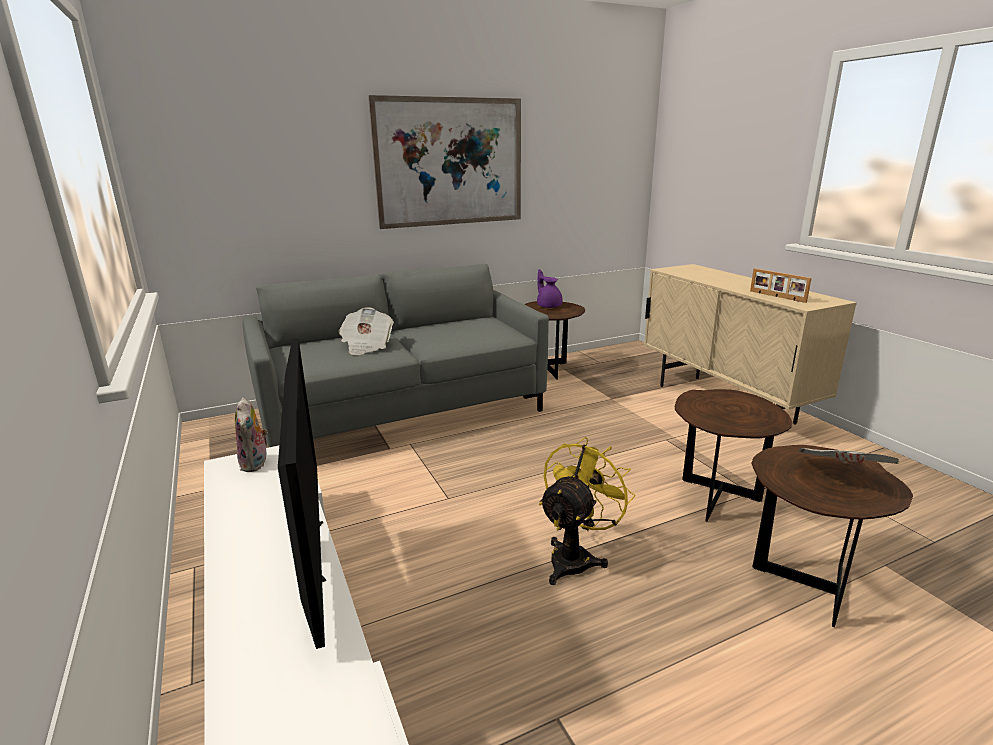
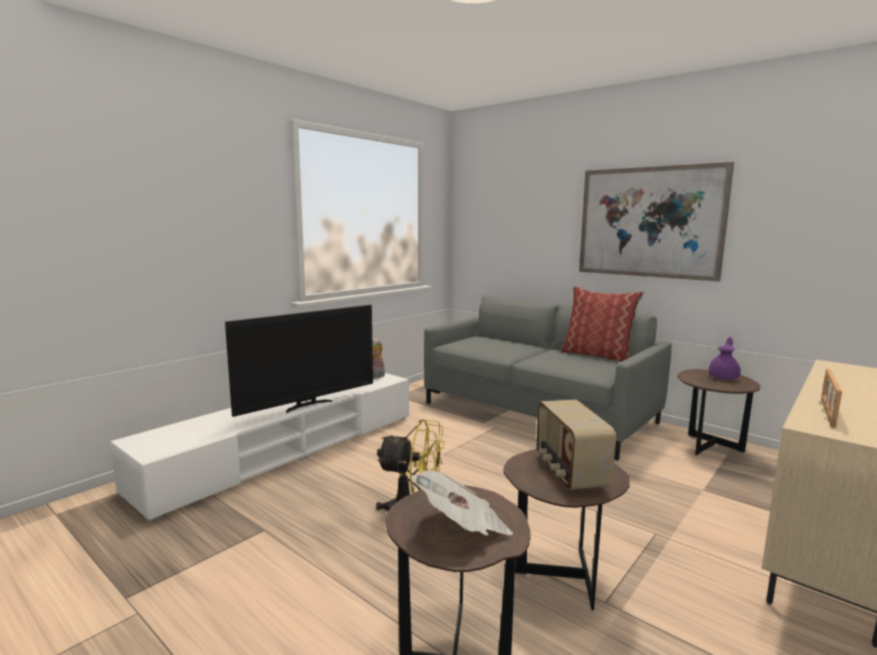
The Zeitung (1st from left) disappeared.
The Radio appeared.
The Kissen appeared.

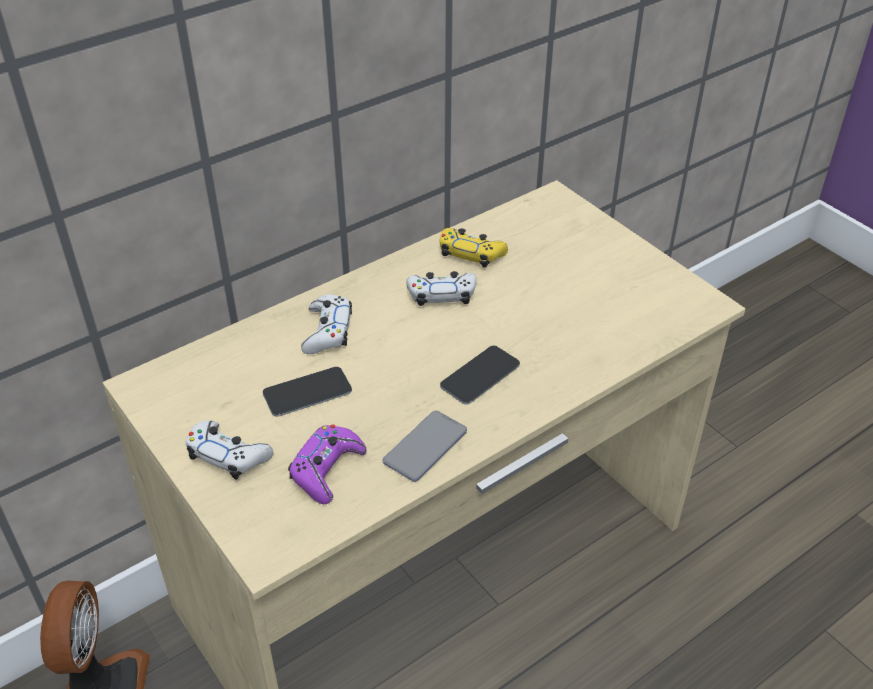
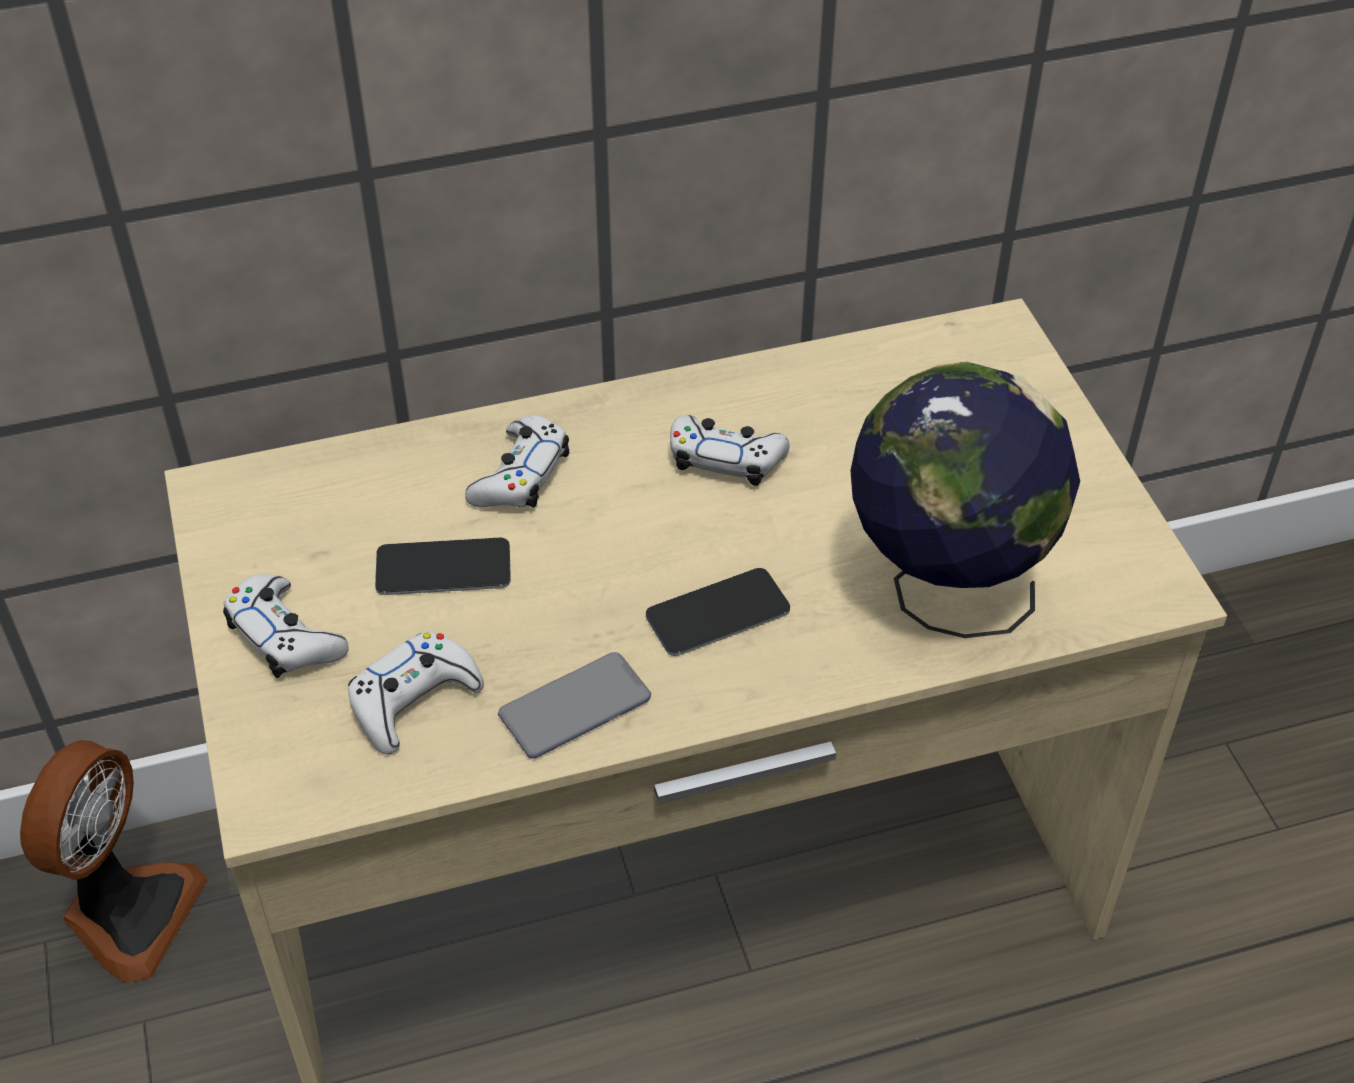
The Gamepad [lila] became the Gamepad [weiß] (2nd from left).
The Gamepad [gelb] disappeared.
The Globus appeared.

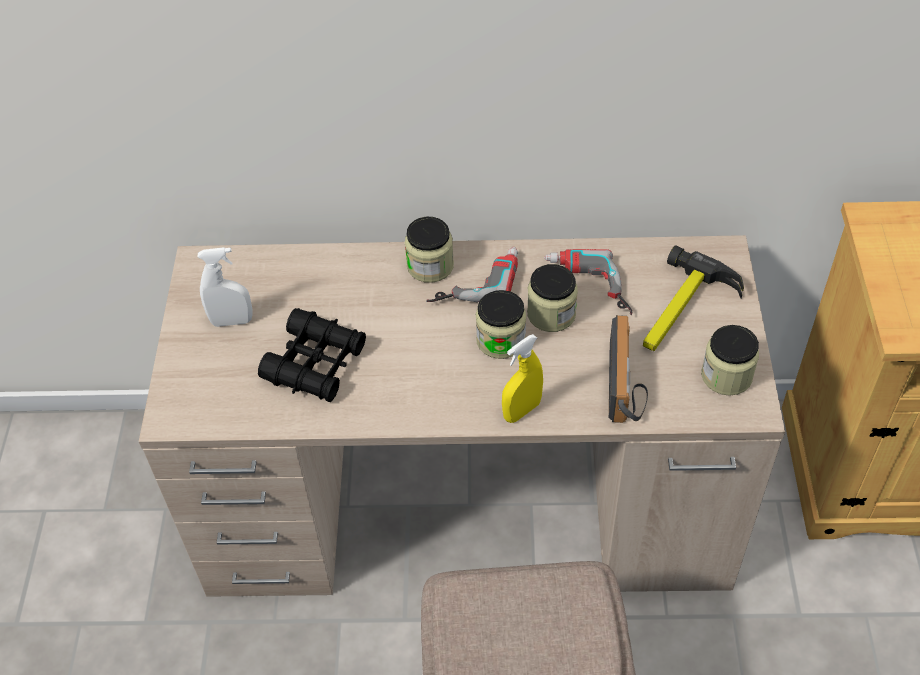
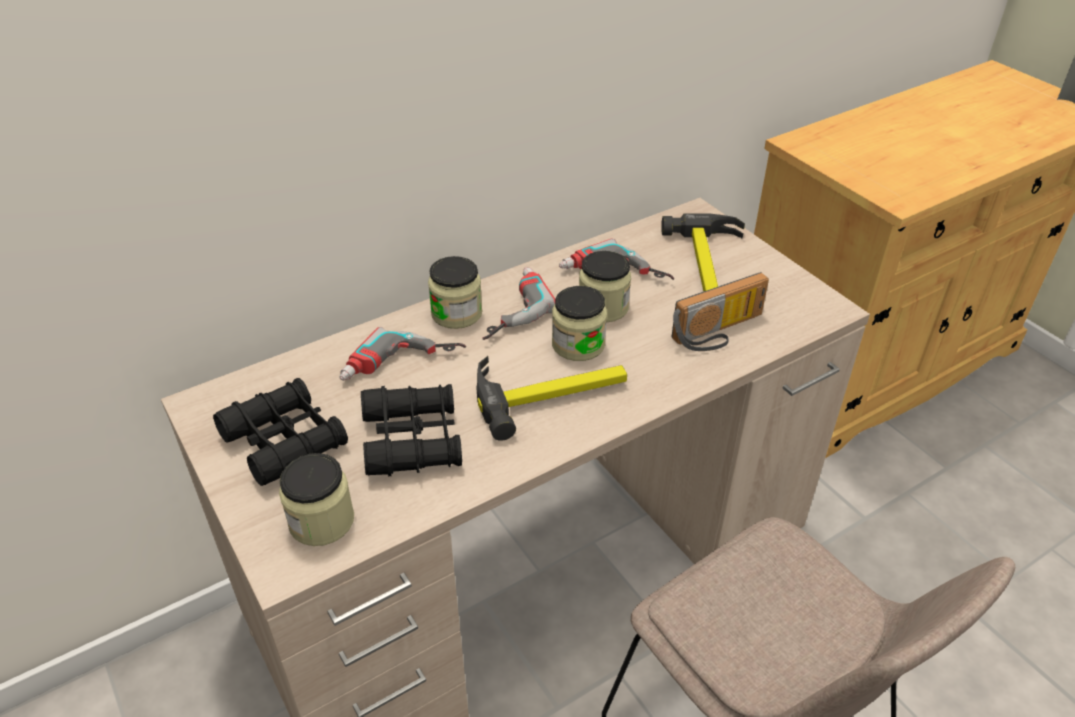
The Sprühflasche [weiß] was replaced by the Fernglas [schwarz] (1st from left).
The Sprühflasche [gelb] disappeared.
The Radio turned 90 degrees clockwise.
The Vorratsglas (4th from left in the first image) moved.
The Bohrmaschine (1st from left) appeared.
The Hammer (1st from left) appeared.

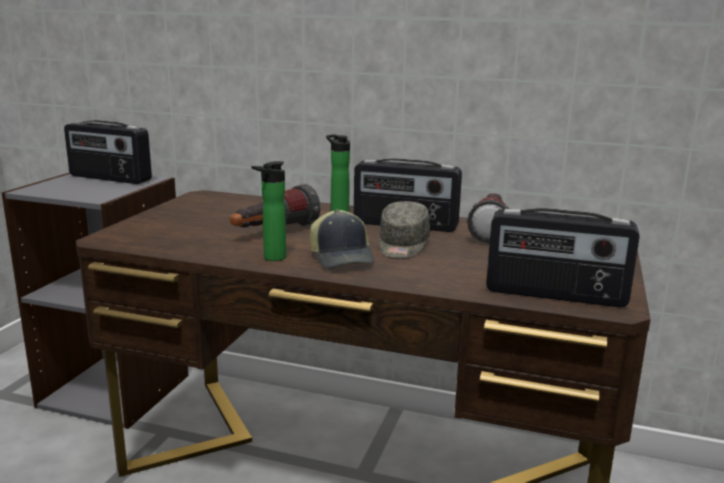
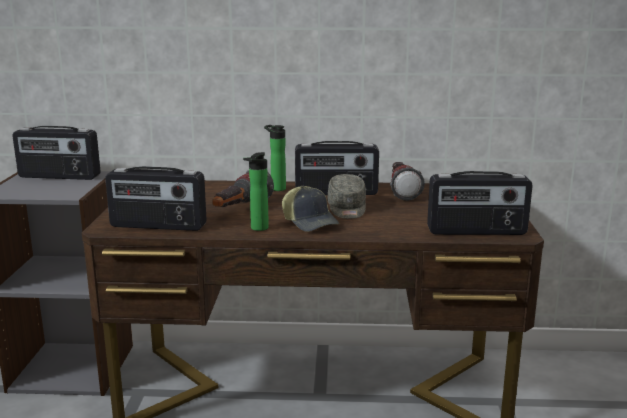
The Radio (2nd from left) appeared.

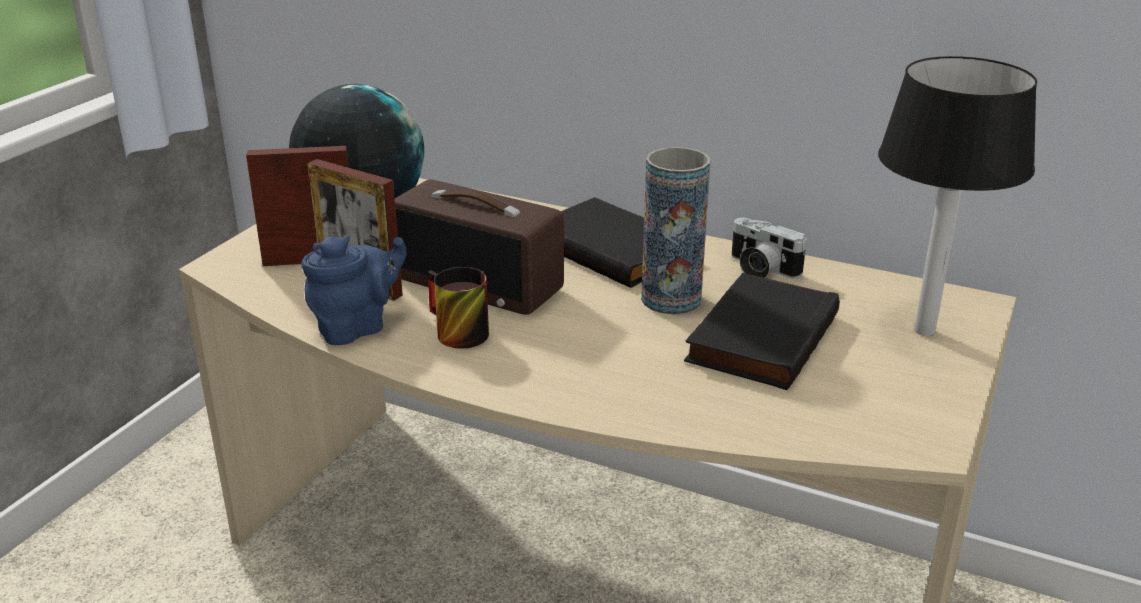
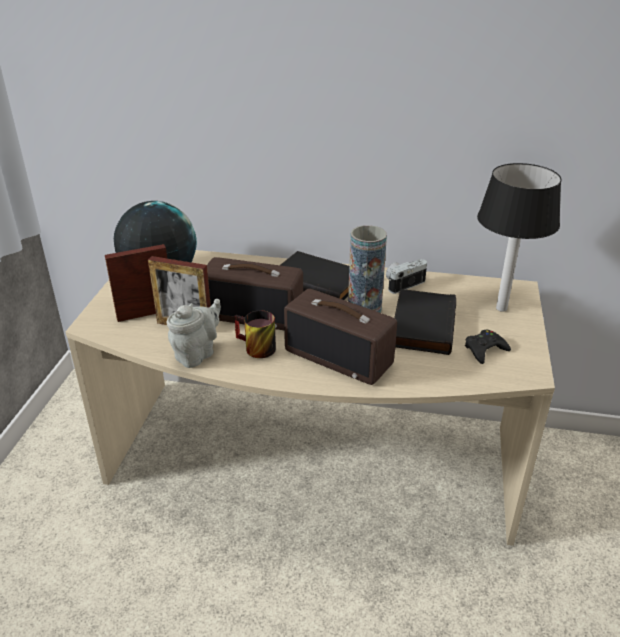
The Teekanne [blau] became the Teekanne [grau].
The Kamera turned 120 degrees clockwise.
The Radio (2nd from left) appeared.
The Gamepad [schwarz] appeared.

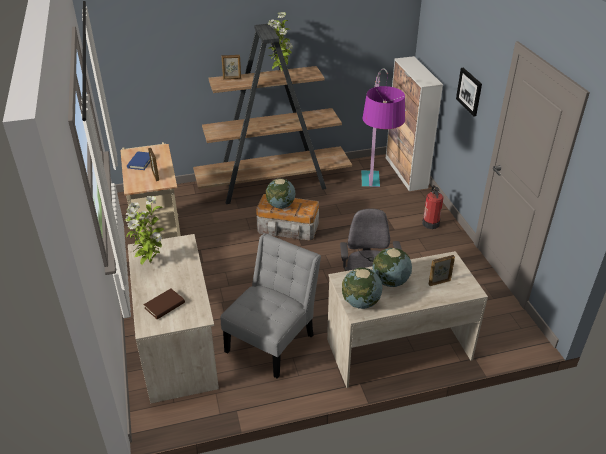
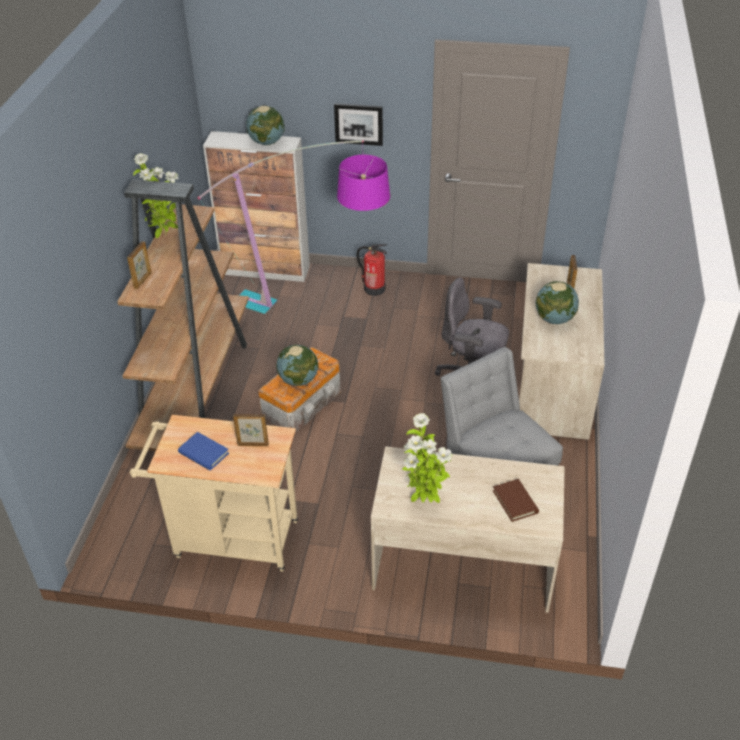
The Globus (2nd from left in the first image) moved.

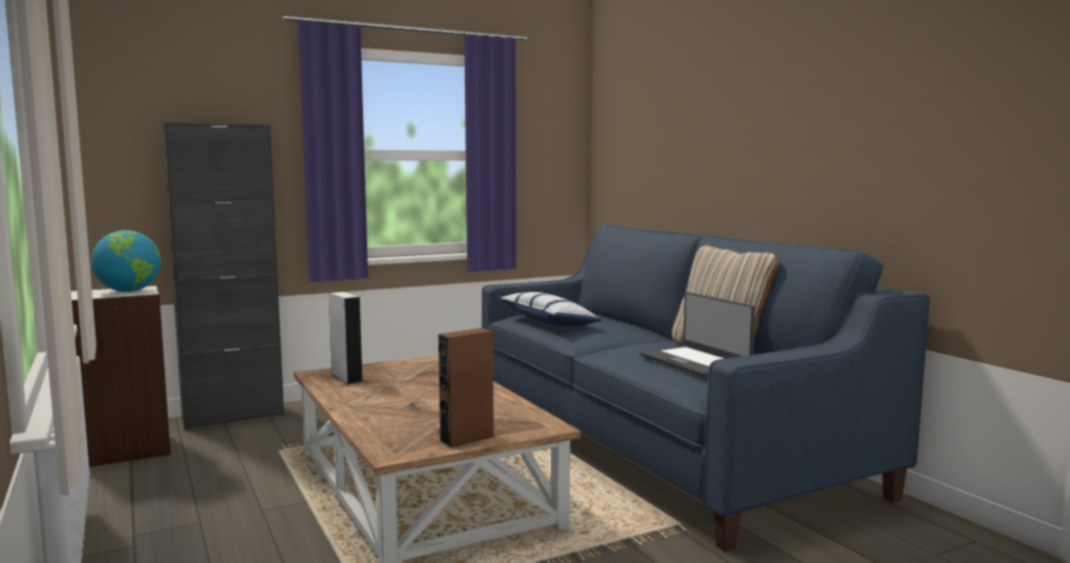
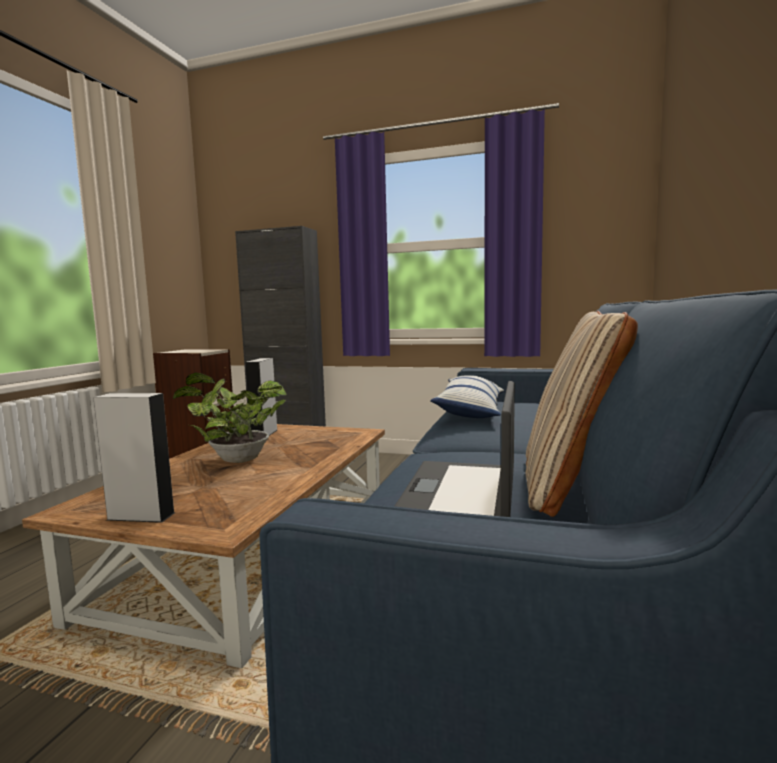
The Globus disappeared.
The Lautsprecher [braun] became the Lautsprecher [grau] (1st from left).
The Topfpflanze appeared.

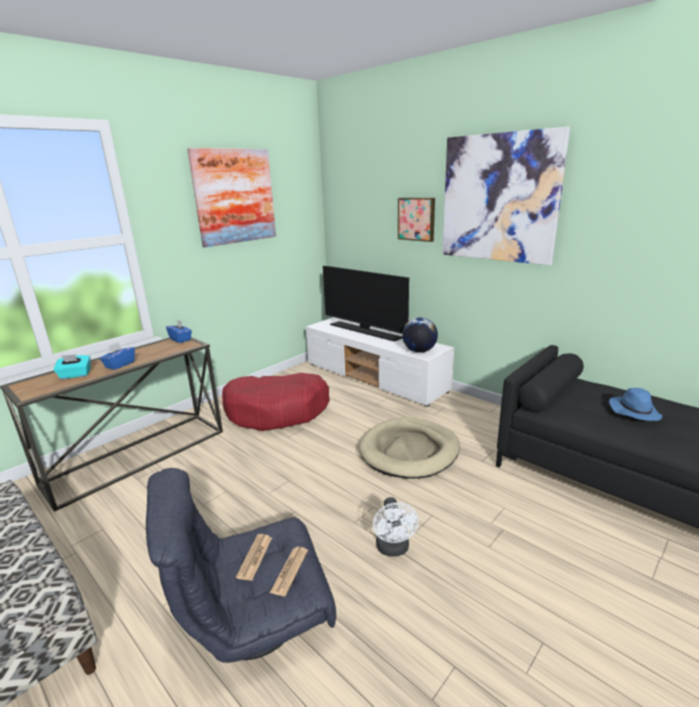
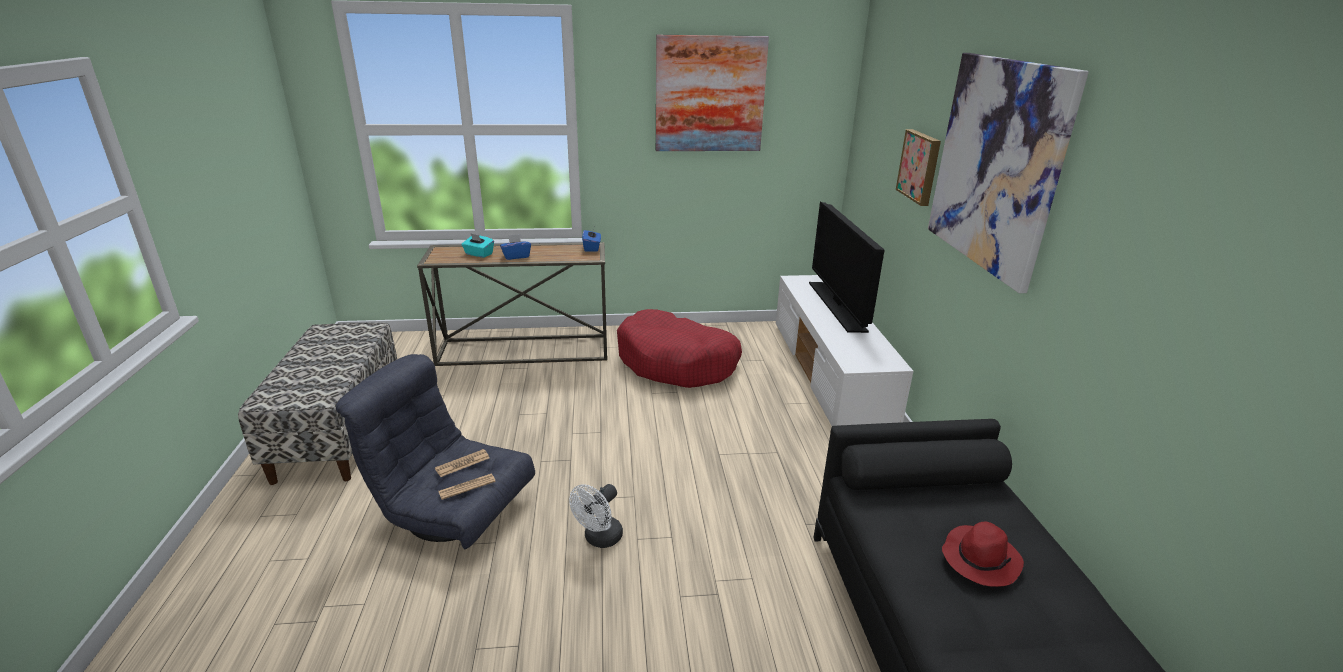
The Hundebett [beige] disappeared.
The Globus disappeared.
The Hut [blau] became the Hut [rot].

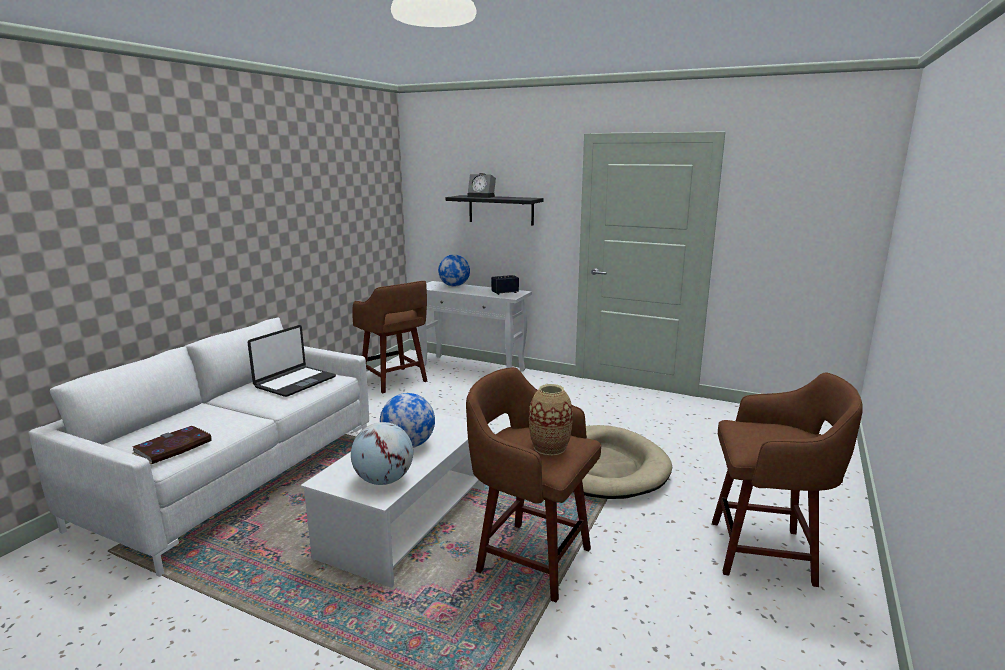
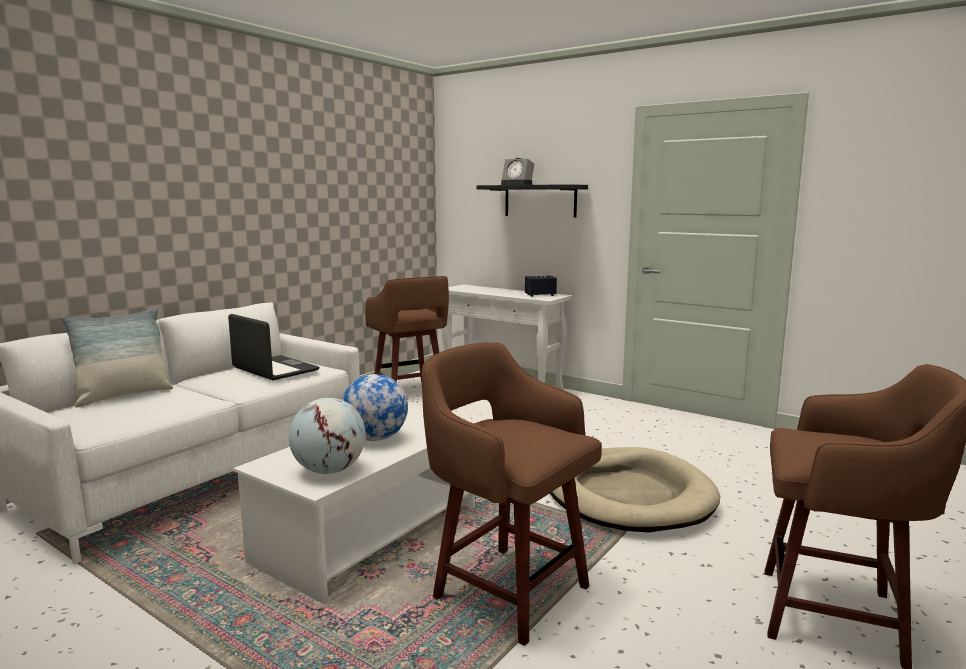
The Buch disappeared.
The Laptop turned 90 degrees counterclockwise.
The Globus (3rd from left) disappeared.
The Vase disappeared.
The Kissen appeared.

